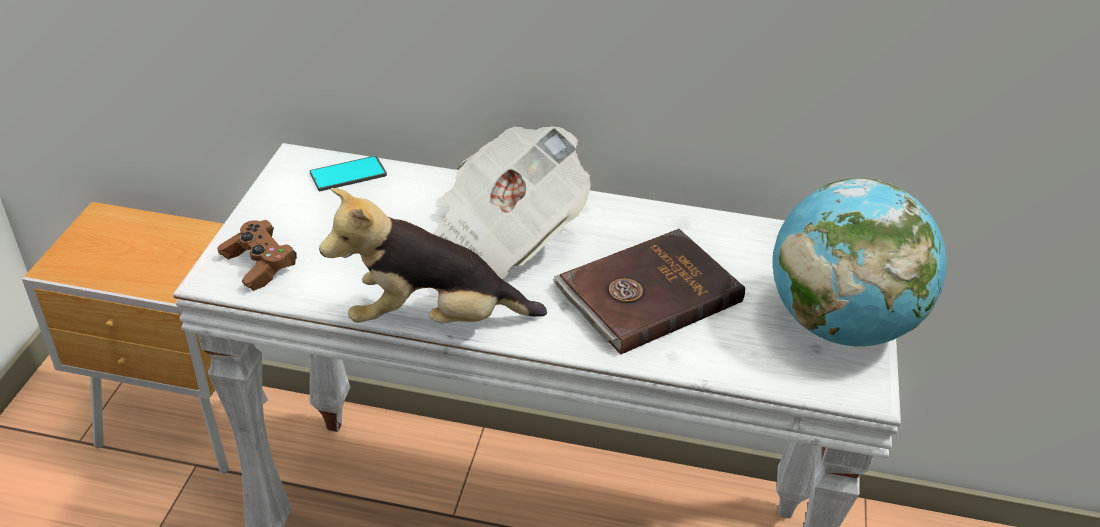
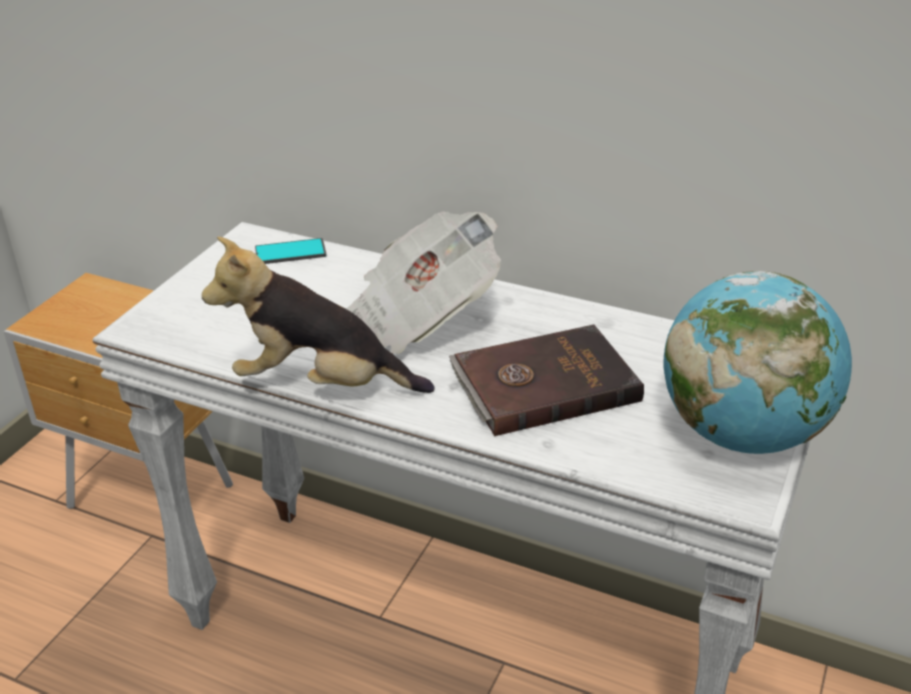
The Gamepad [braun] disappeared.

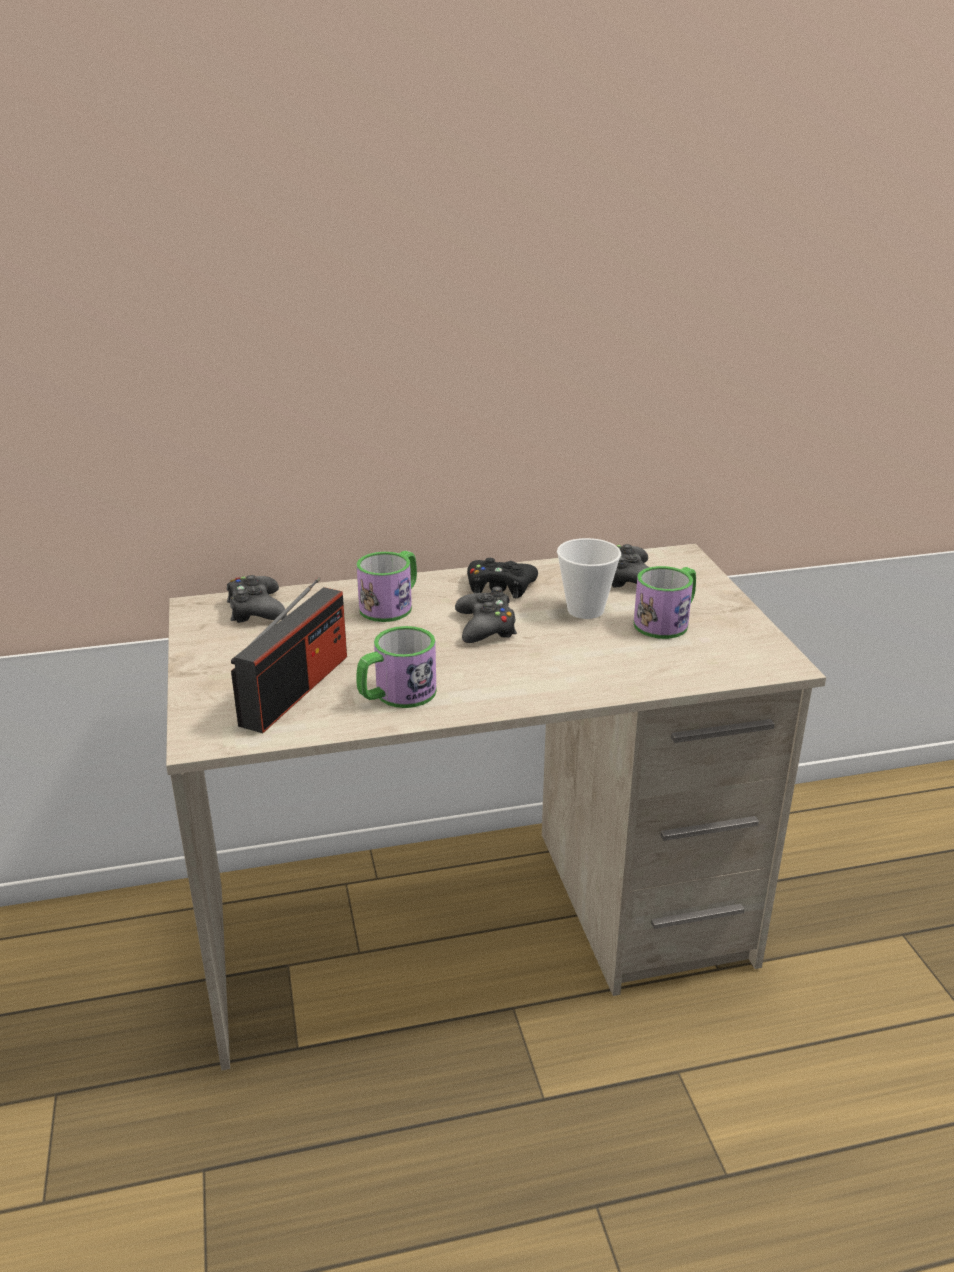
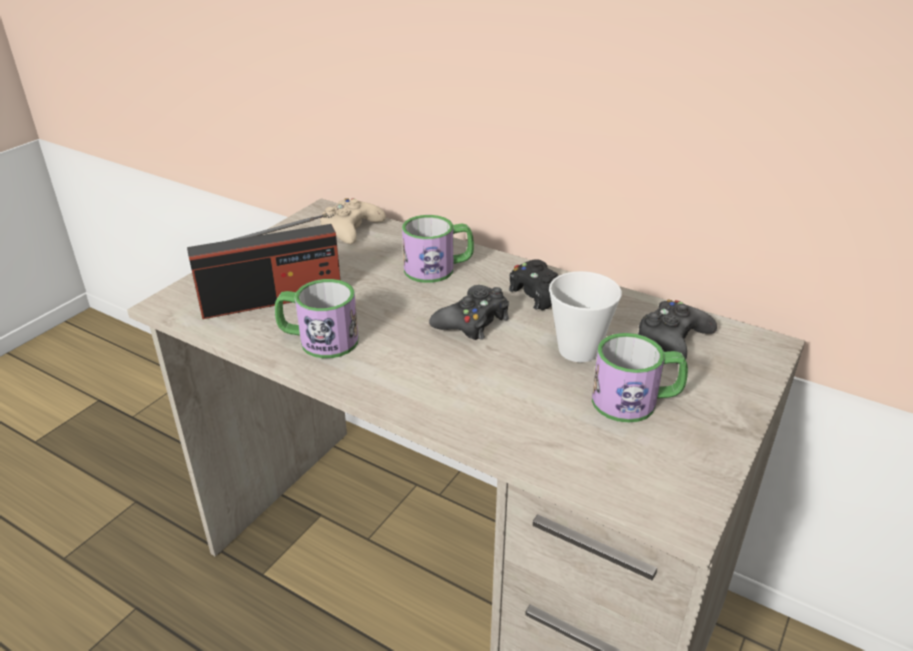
The Gamepad [schwarz] (1st from left) became the Gamepad [beige].

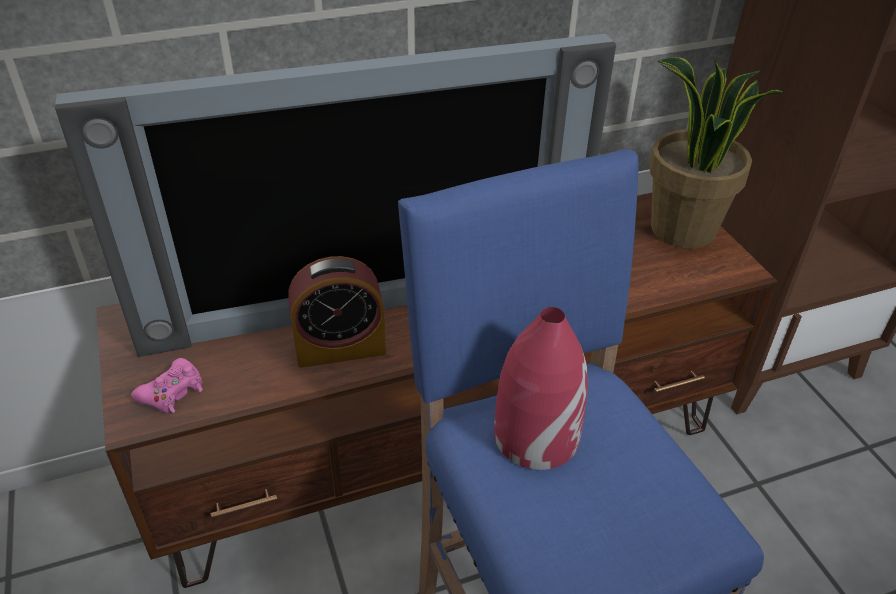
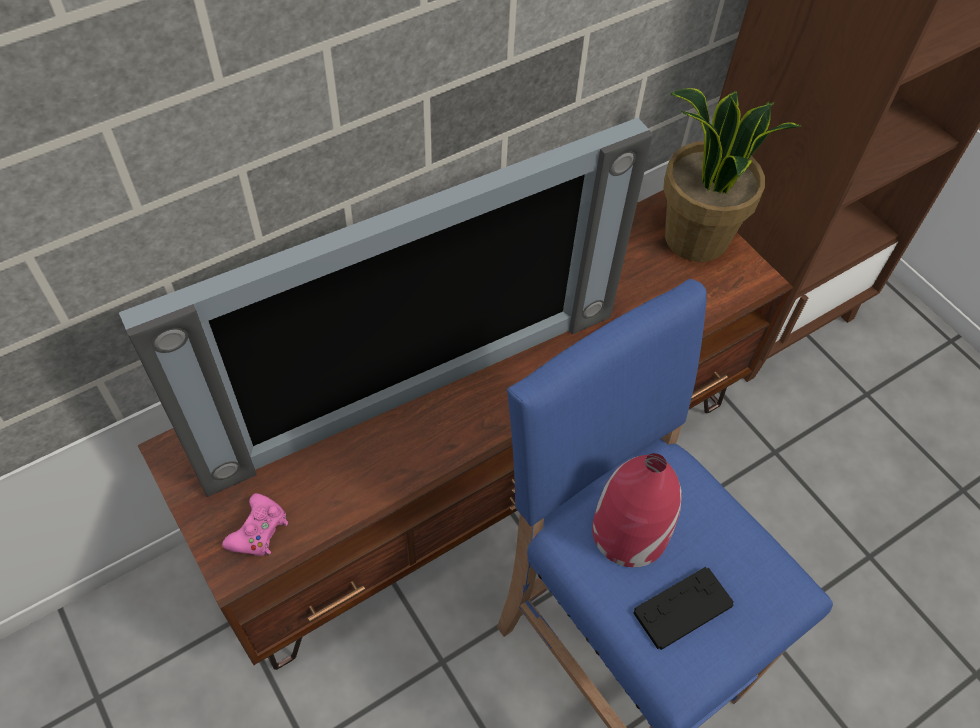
The Wecker disappeared.
The Gamepad [schwarz] appeared.

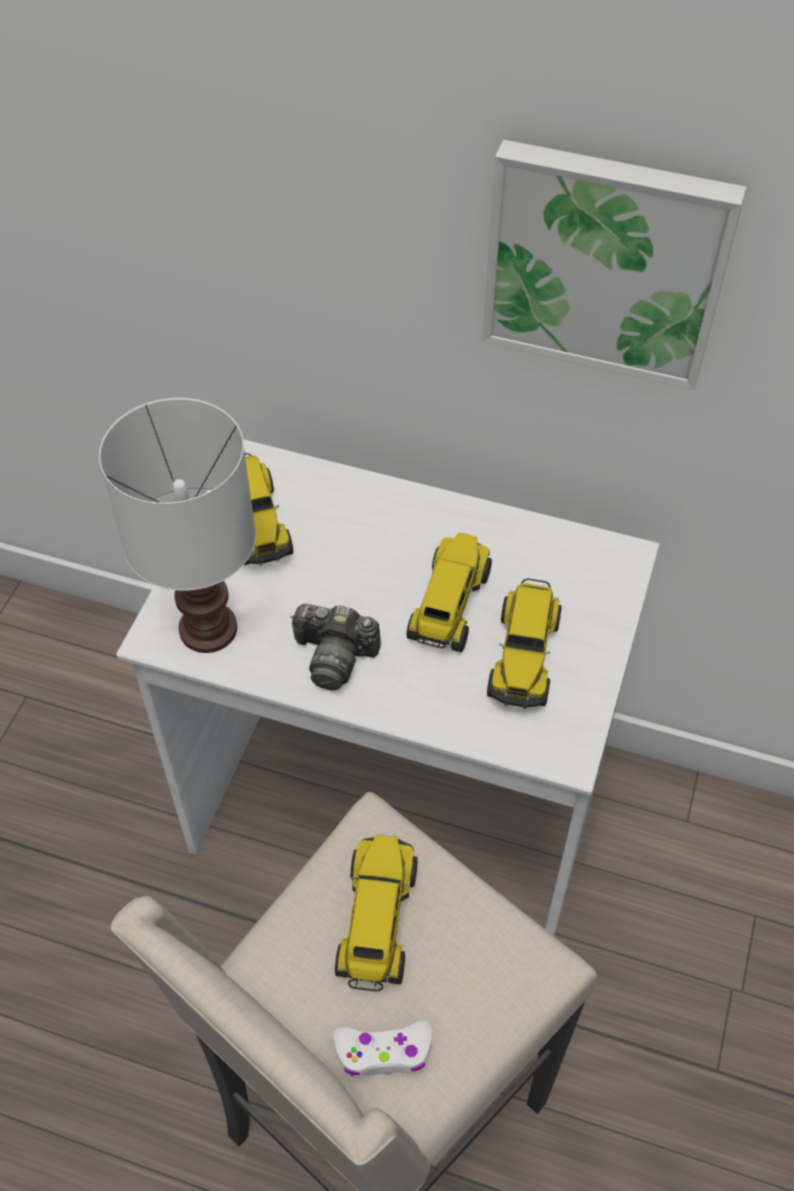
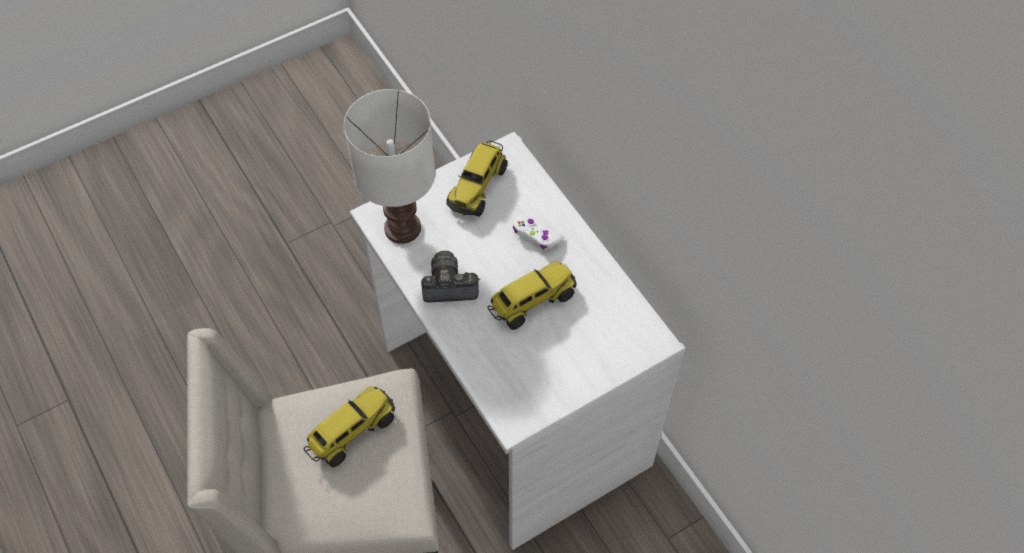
The Kamera turned 120 degrees clockwise.
The Gamepad [weiß] moved.
The Bild disappeared.
The Spielzeuglaster (4th from left) disappeared.

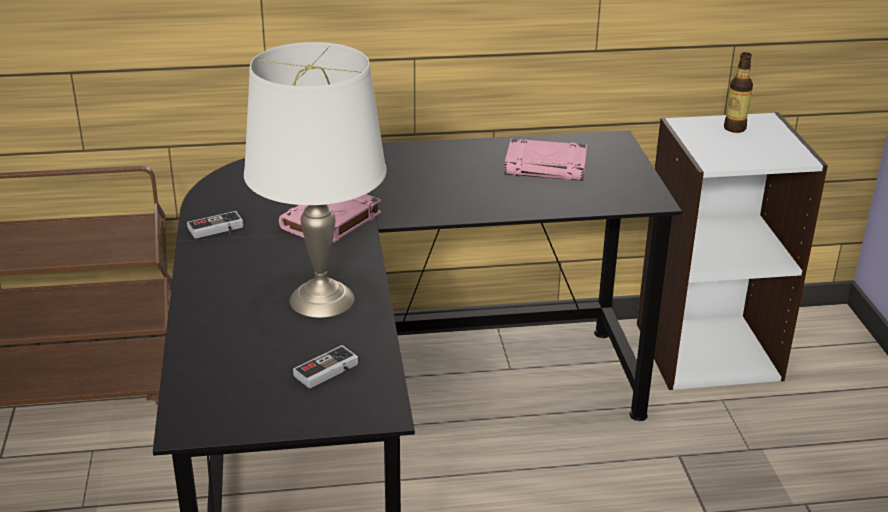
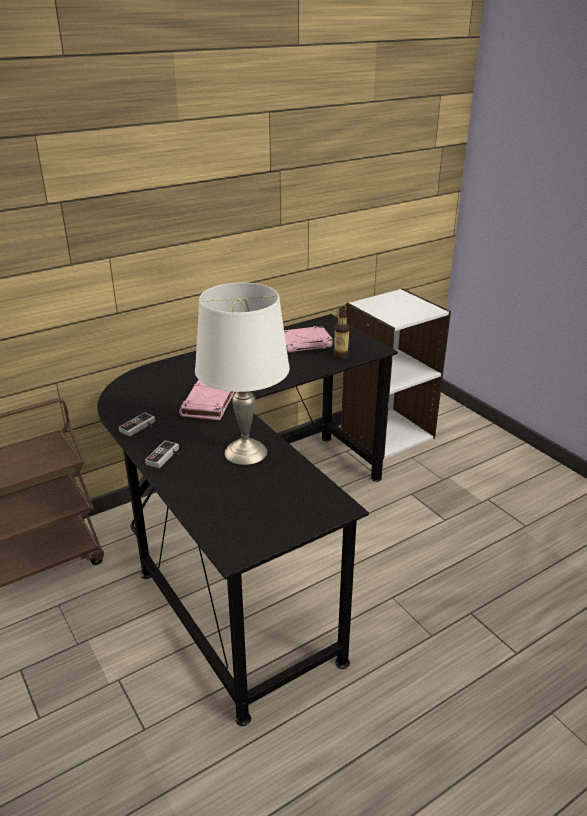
The Gamepad (2nd from left) moved.
The Flasche moved.

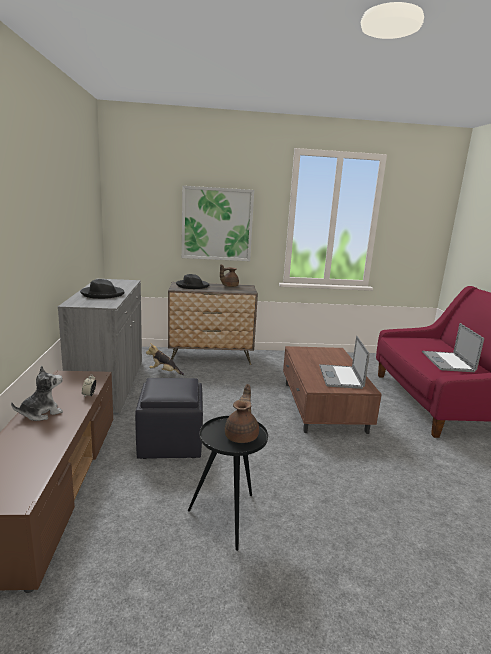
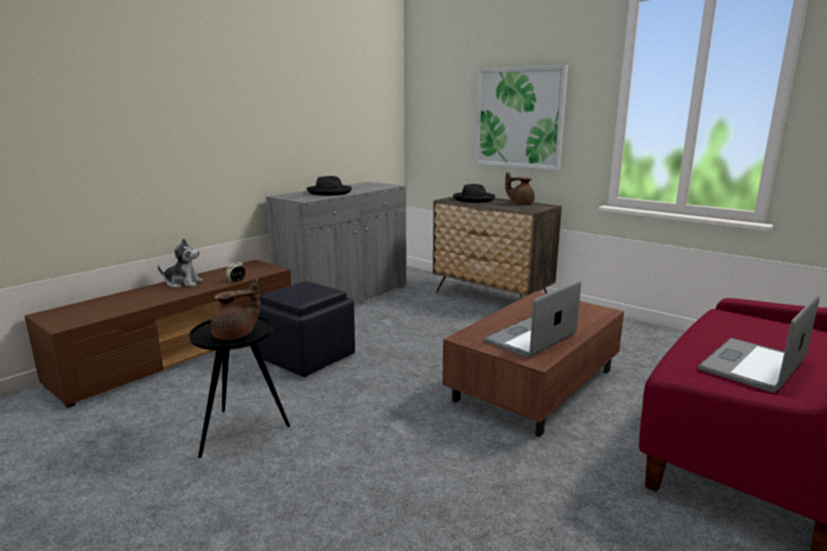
The Plüschtier (2nd from left) disappeared.

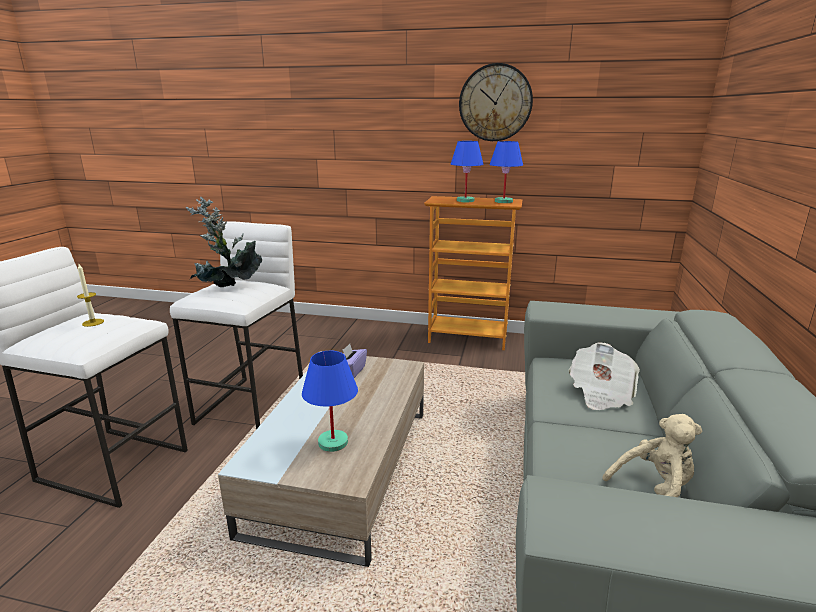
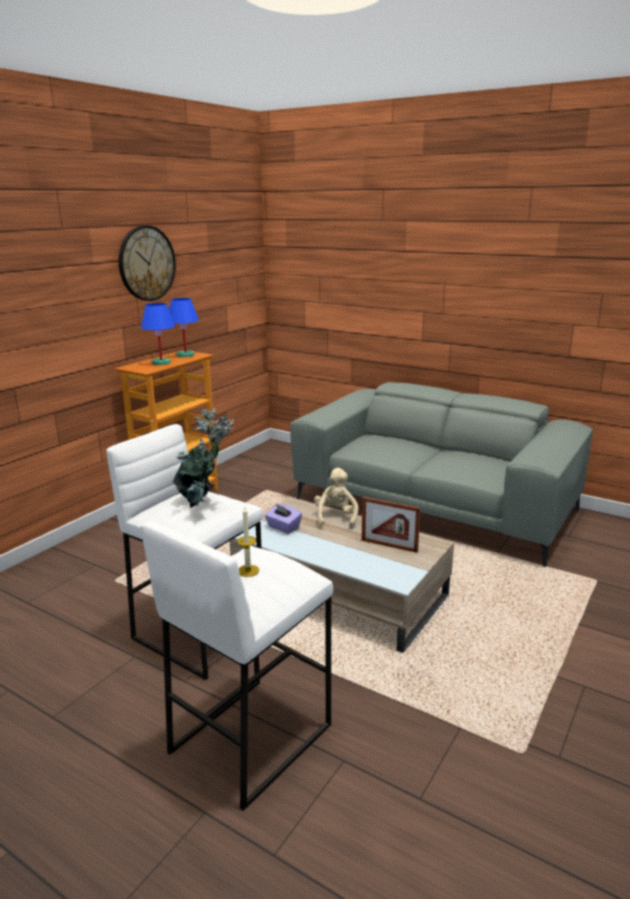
The Tischlampe [blau] (1st from left) was replaced by the Bilderrahmen.
The Zeitung disappeared.
The Plüschtier [beige] moved.

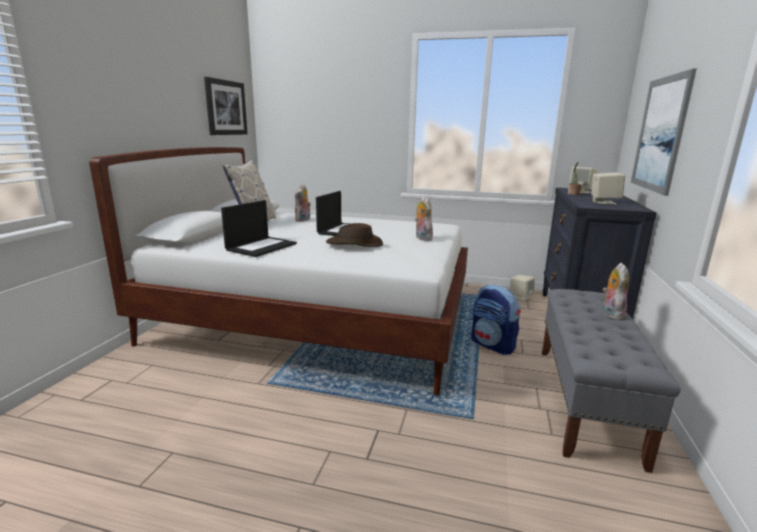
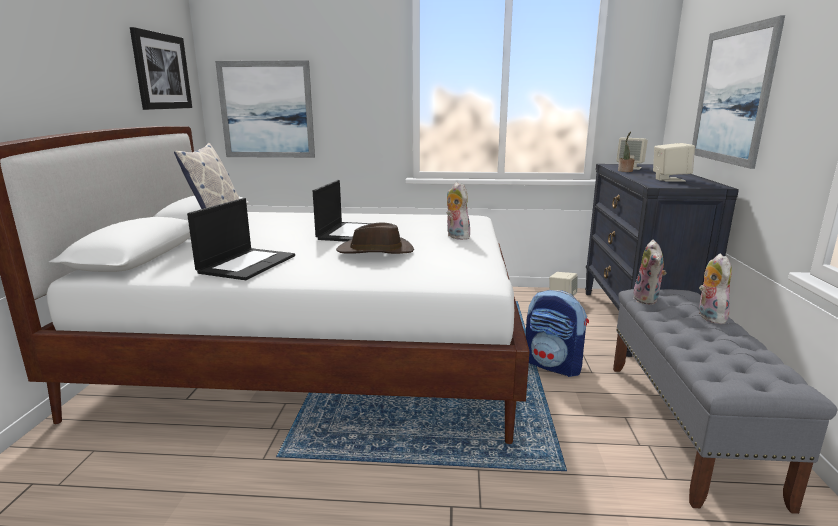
The Plüschtier (1st from left in the first image) moved.
The Bild (2nd from left) appeared.

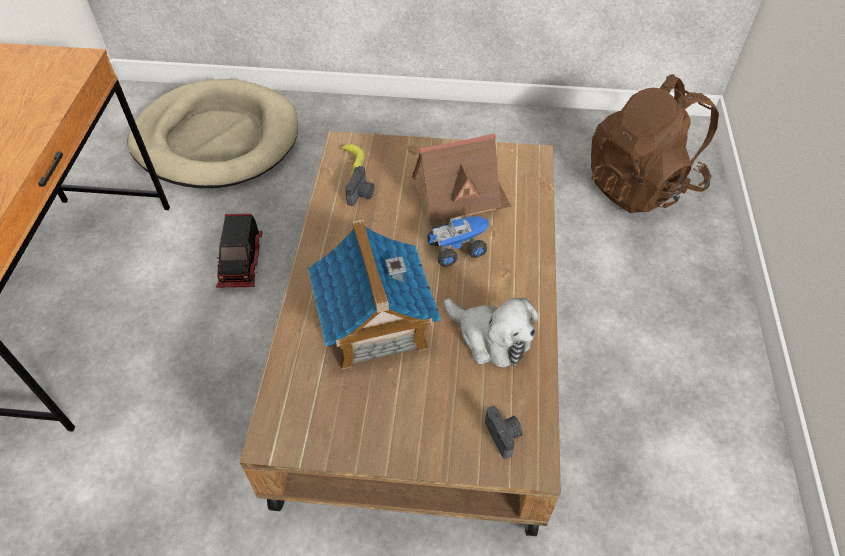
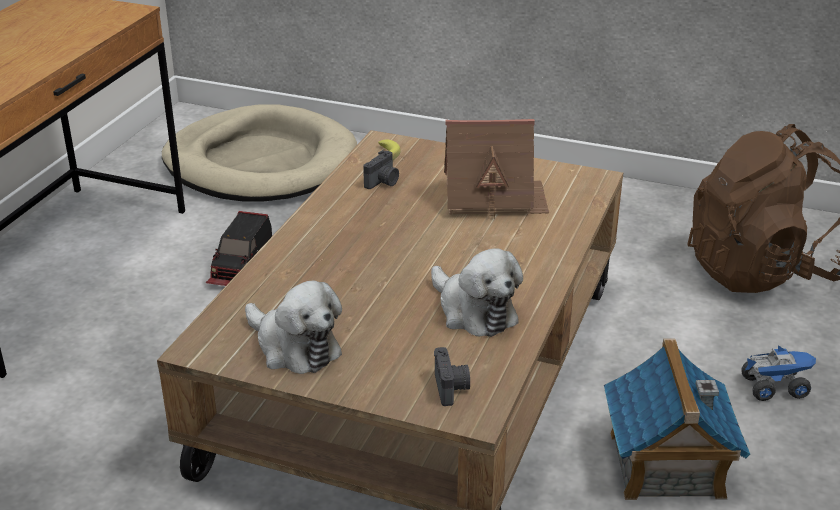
The Spielzeughaus (1st from left in the first image) moved.
The Spielzeuglaster (2nd from left) moved.
The Plüschtier (1st from left) appeared.

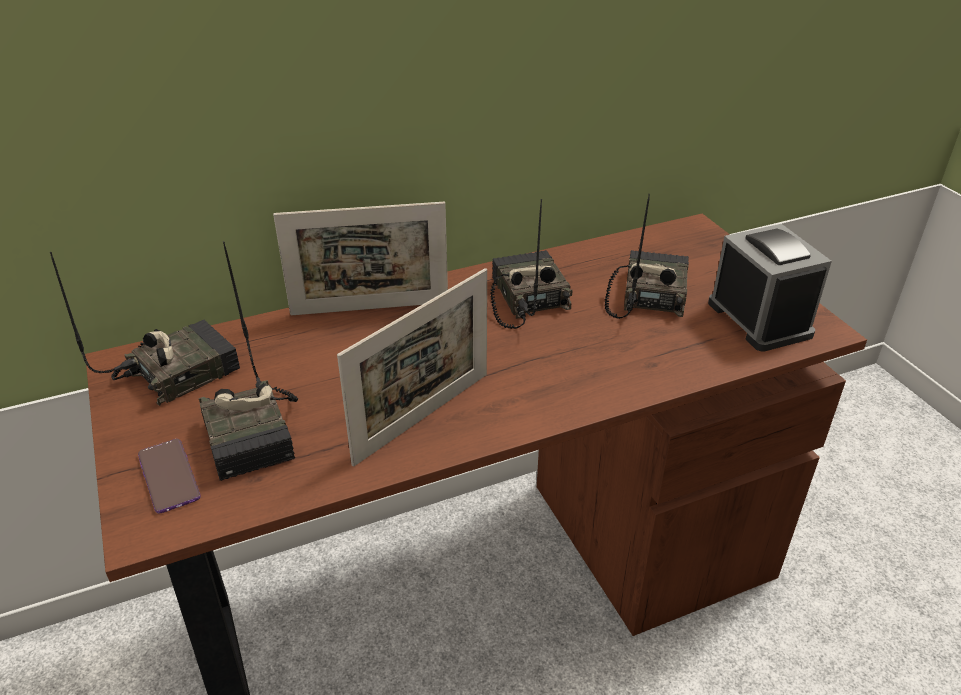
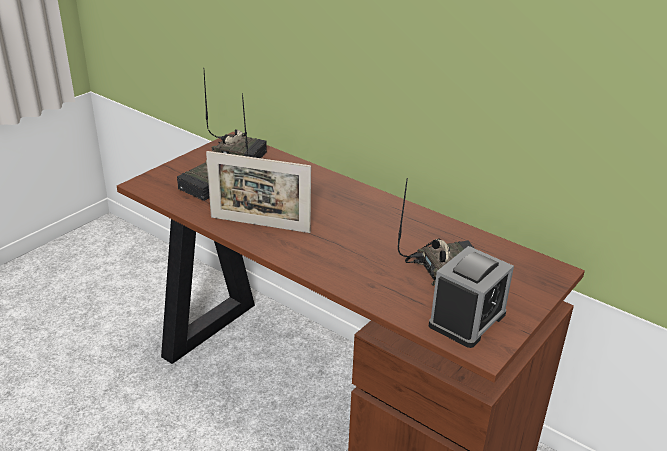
The Handy disappeared.
The Bilderrahmen (1st from left) disappeared.
The Radio (3rd from left) disappeared.

